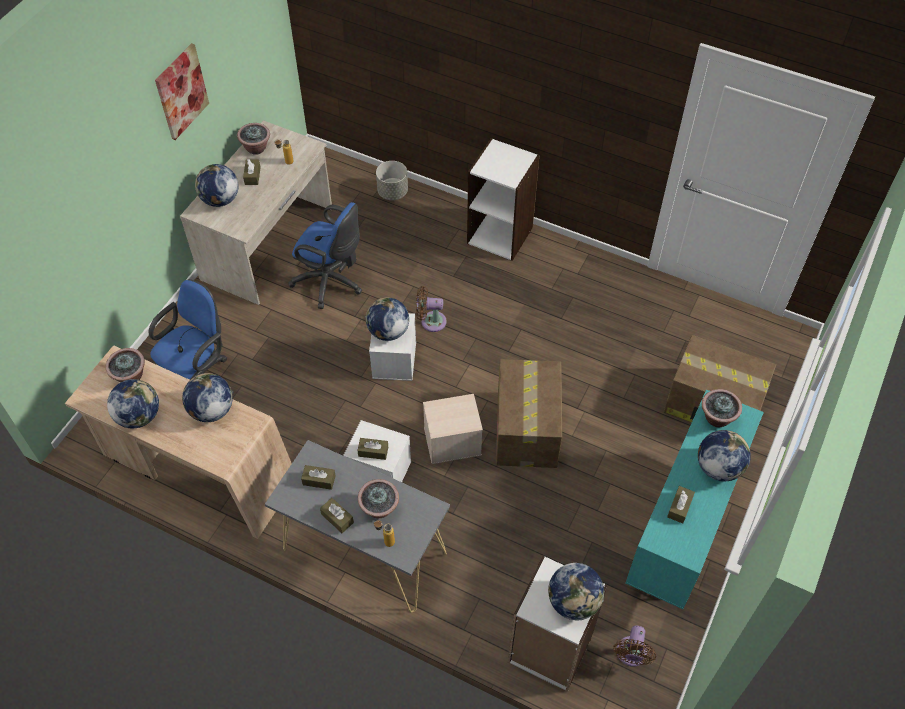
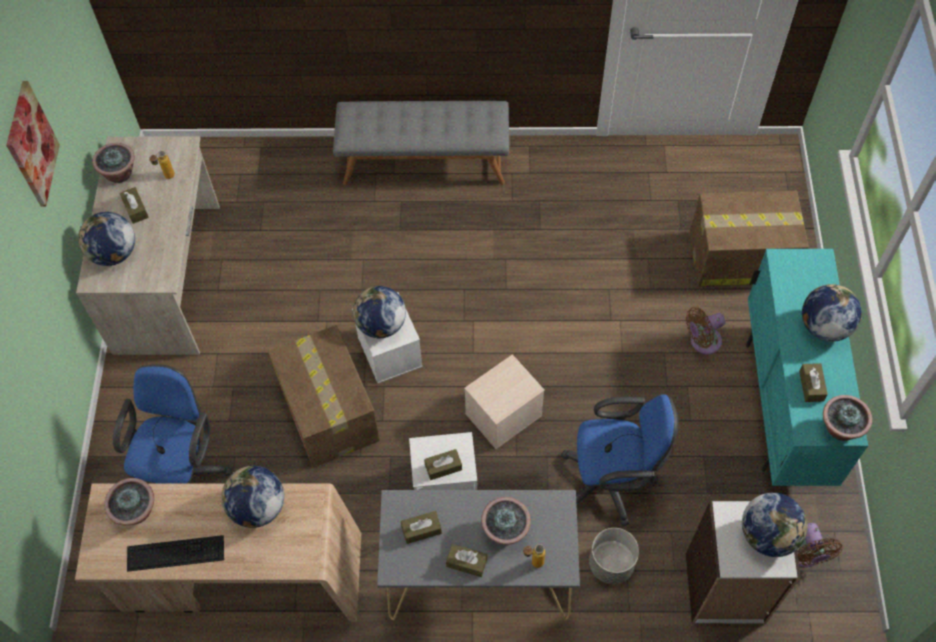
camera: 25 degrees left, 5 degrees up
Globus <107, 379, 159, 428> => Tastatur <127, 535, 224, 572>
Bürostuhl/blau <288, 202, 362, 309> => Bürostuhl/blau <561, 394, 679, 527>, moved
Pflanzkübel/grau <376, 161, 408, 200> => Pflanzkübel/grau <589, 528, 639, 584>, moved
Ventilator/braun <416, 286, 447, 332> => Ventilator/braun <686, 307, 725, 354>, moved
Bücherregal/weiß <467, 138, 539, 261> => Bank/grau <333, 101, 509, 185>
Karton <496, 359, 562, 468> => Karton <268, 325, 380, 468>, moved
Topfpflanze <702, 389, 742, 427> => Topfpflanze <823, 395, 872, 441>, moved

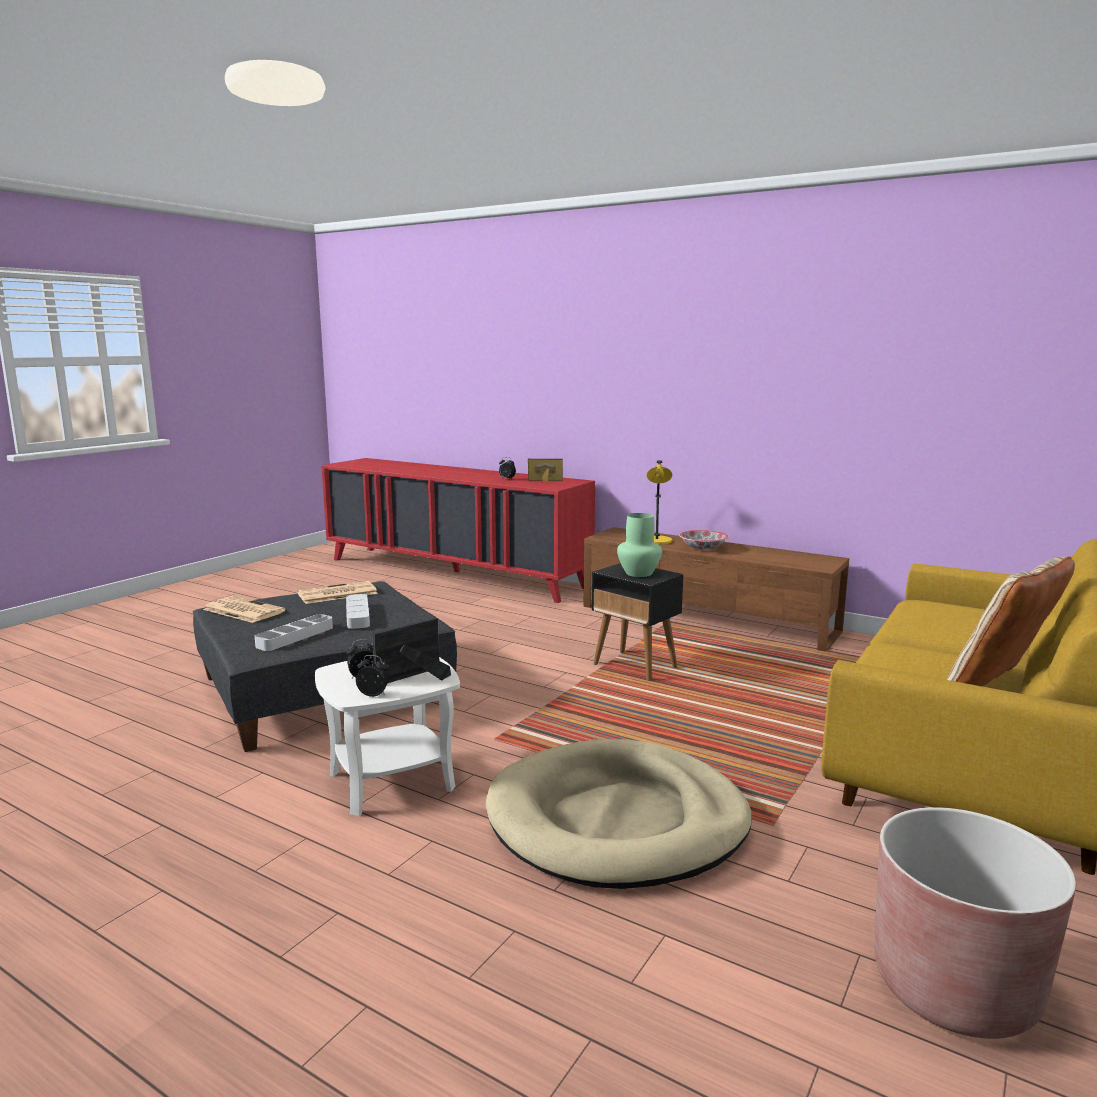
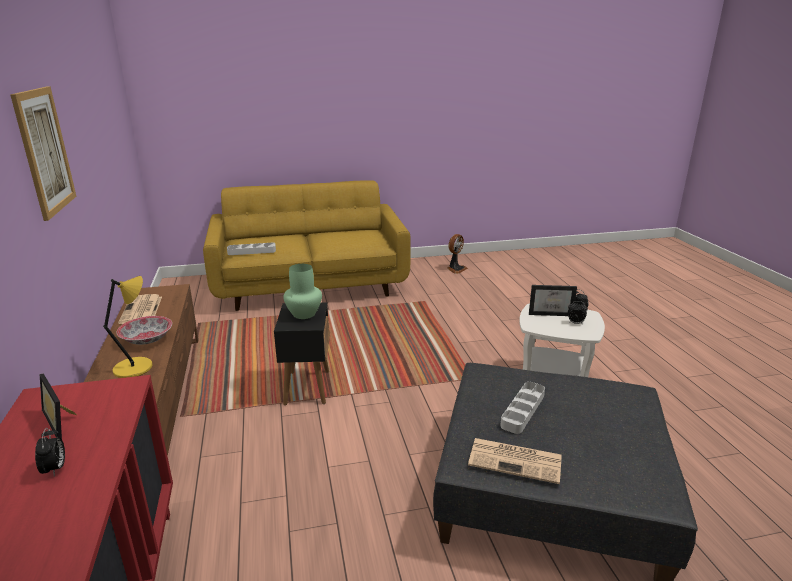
camera: 135 degrees left, 10 degrees up
Zeitung <203, 596, 286, 623> => Zeitung <118, 294, 162, 324>, moved
Tablett/grau <255, 614, 333, 651> => Tablett/grau <227, 243, 276, 255>, moved
Hundebett/beige <485, 739, 752, 889> => nothing
Pflanzkübel/braun <874, 807, 1076, 1039> => Ventilator <447, 234, 468, 274>
Kissen/beige <946, 557, 1075, 686> => nothing
nothing => Bild <10, 87, 76, 221>

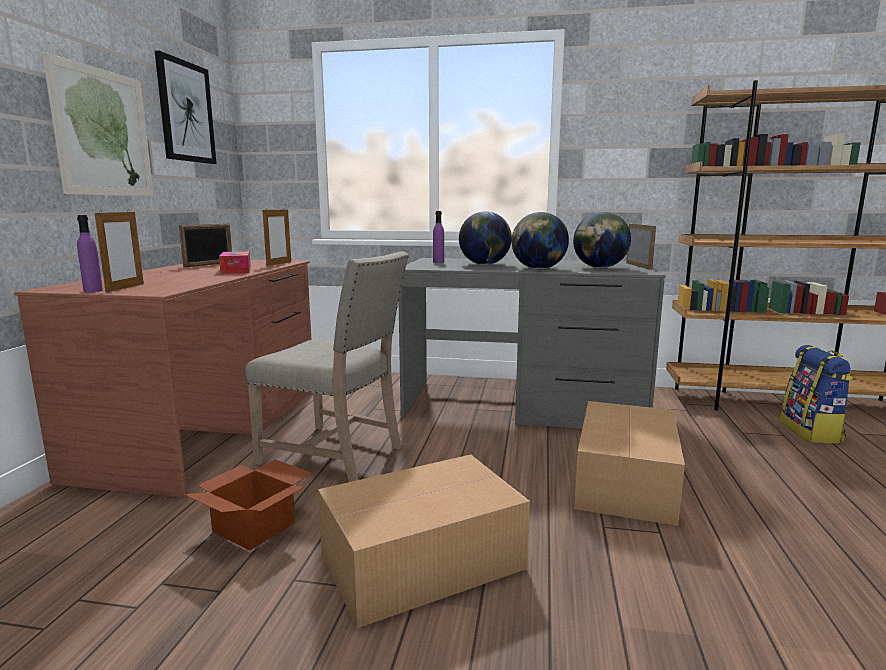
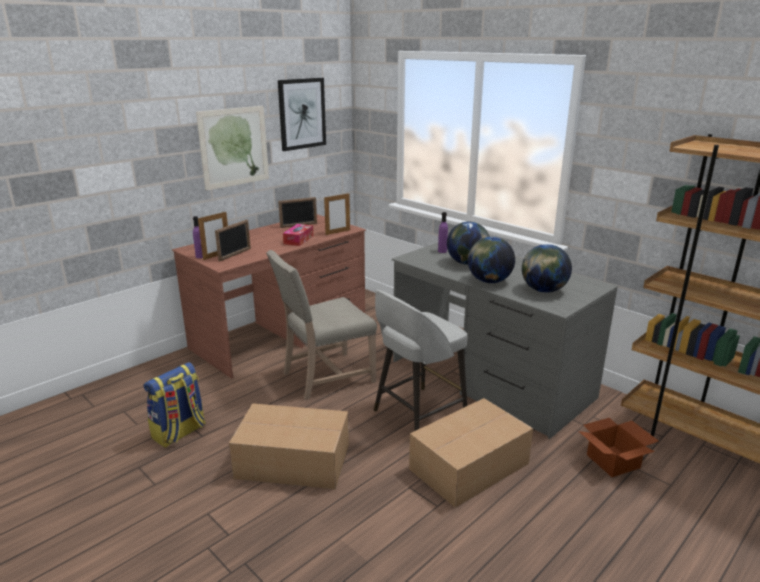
camera: 35 degrees right, 10 degrees up
Karton <183, 460, 312, 550> => Karton <578, 418, 659, 477>, moved
Stuhl/beige <245, 251, 409, 482> => Stuhl/beige <266, 250, 377, 400>, 90 degrees clockwise
Bilderrahmen <626, 224, 656, 270> => Bilderrahmen <215, 219, 251, 262>, moved
Rucksack <780, 345, 853, 443> => Rucksack <144, 362, 206, 448>, moved
nothing => Hocker/grau <374, 290, 467, 431>

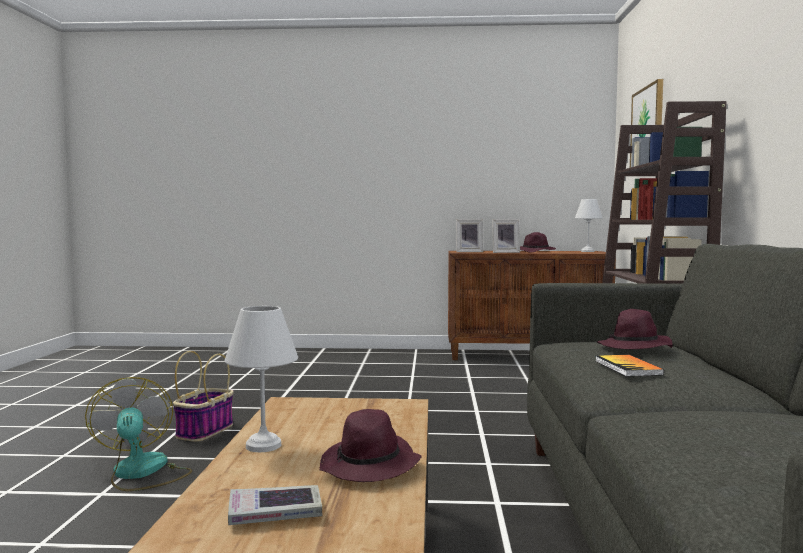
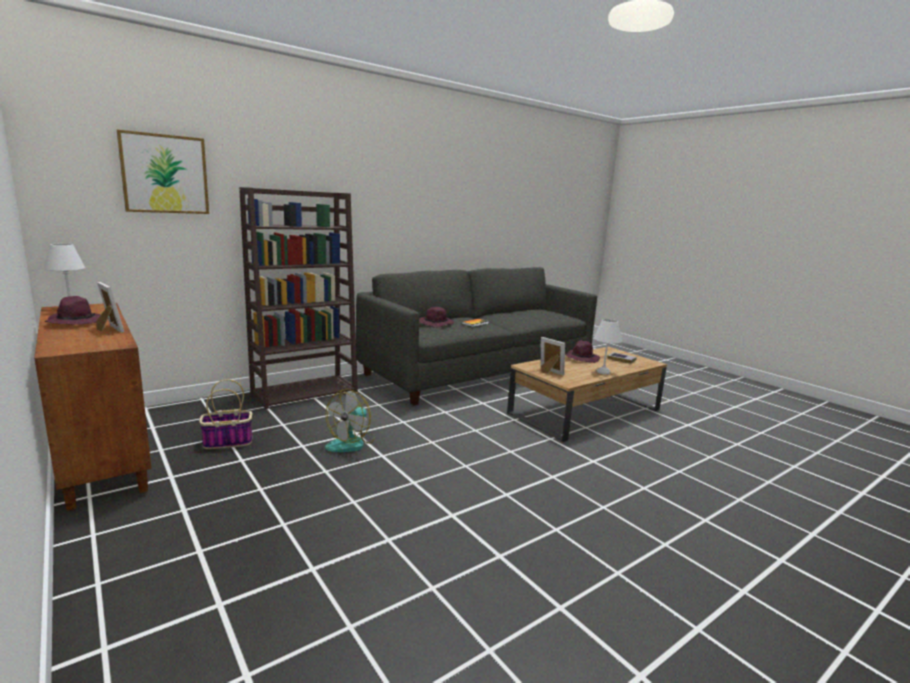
camera: 130 degrees left, 10 degrees up
Ventilator <85, 377, 192, 491> => Ventilator <325, 389, 375, 452>, moved
Korb <173, 351, 234, 442> => Korb <199, 379, 253, 449>, moved
Bilderrahmen <456, 219, 483, 252> => Bilderrahmen <540, 337, 565, 375>, moved

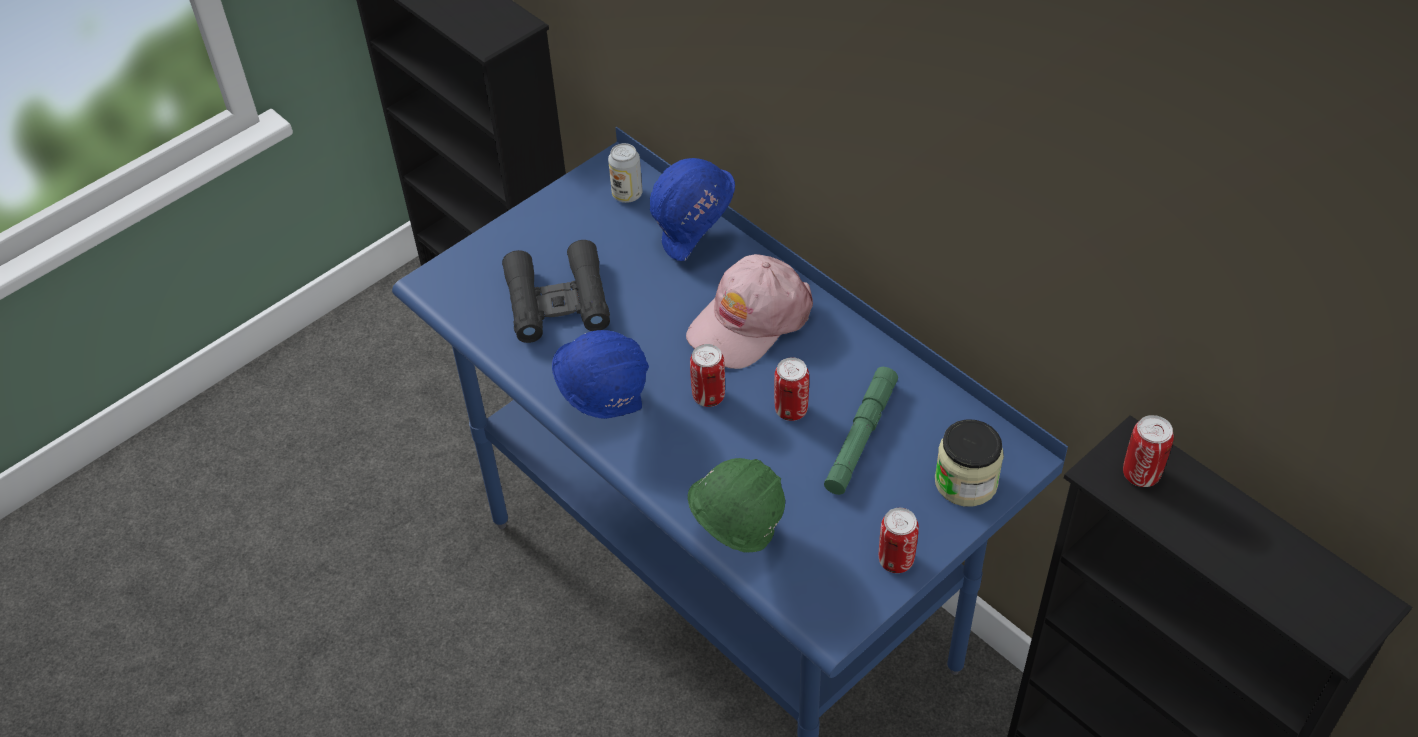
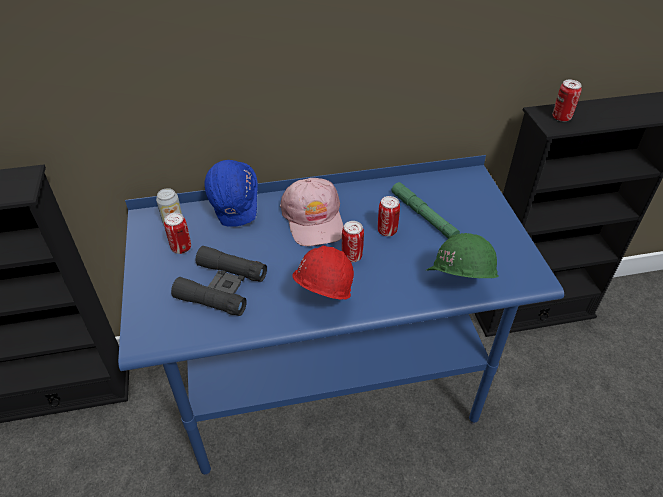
camera: 60 degrees left, 5 degrees down
Schutzhelm/blau <552, 330, 649, 419> => Schutzhelm/rot <292, 246, 354, 300>
Dose <879, 508, 919, 573> => Dose <164, 213, 191, 254>, moved
Vorratsglas <935, 419, 1004, 507> => nothing

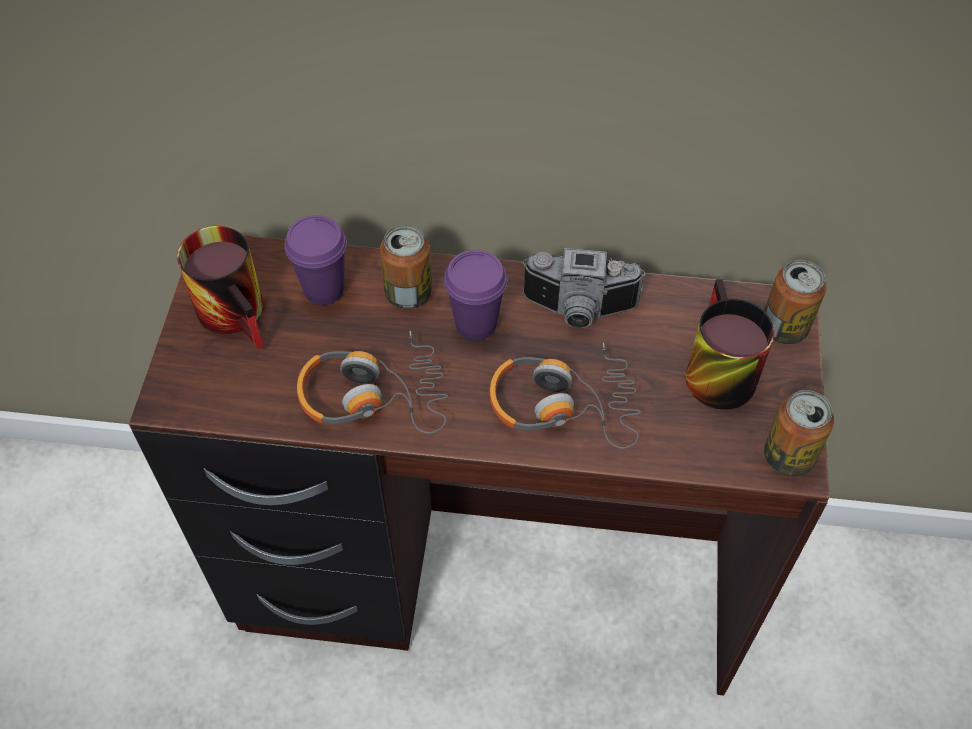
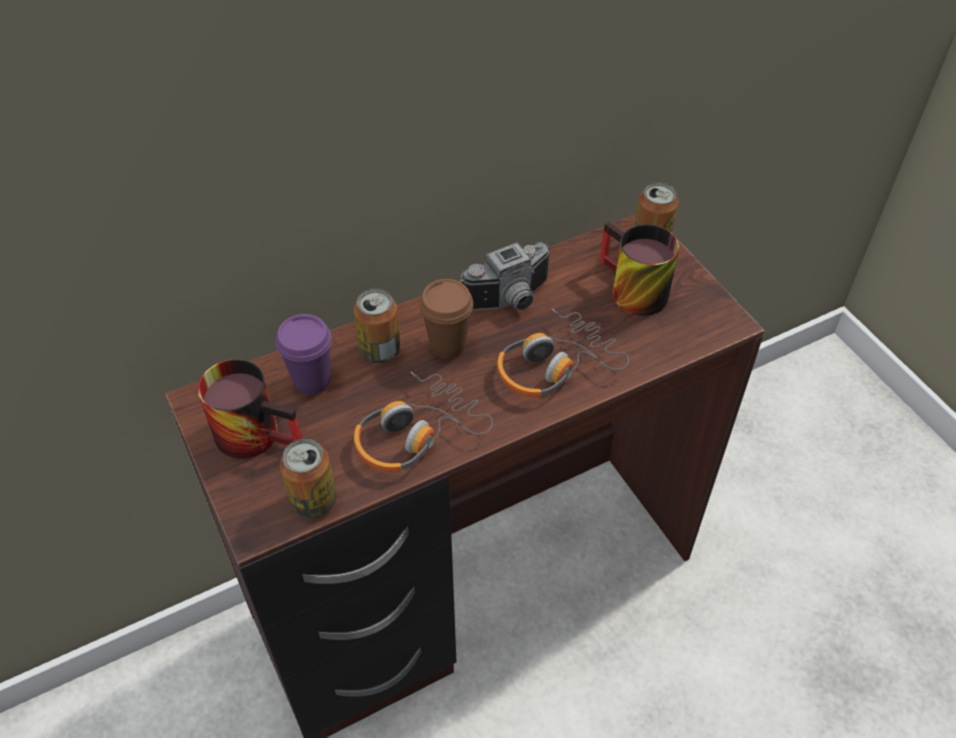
camera: 35 degrees left, 5 degrees down
Tasse/lila <444, 250, 507, 340> => Tasse/braun <419, 279, 473, 359>
Dose <764, 390, 834, 477> => Dose <280, 439, 337, 518>, moved

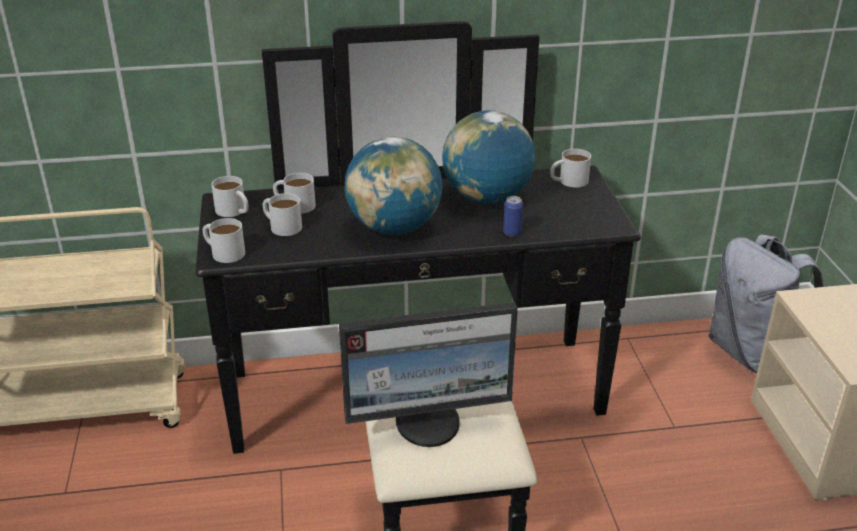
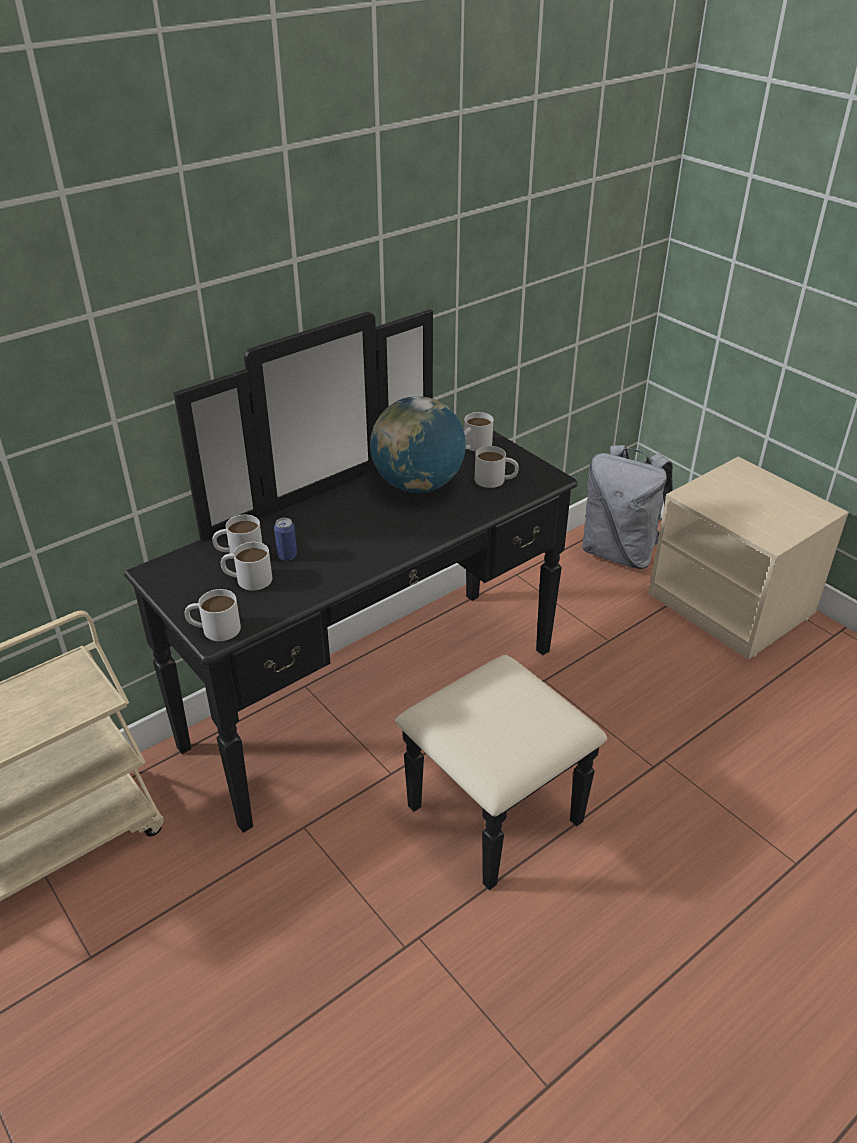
camera: 30 degrees left, 5 degrees up
Henkelbecher/weiß <211, 176, 249, 217> => Henkelbecher/weiß <475, 446, 519, 488>, moved
Monitor <339, 302, 518, 447> => nothing
Globus <345, 136, 442, 235> => nothing
Dose <503, 196, 523, 237> => Dose <274, 518, 297, 561>, moved

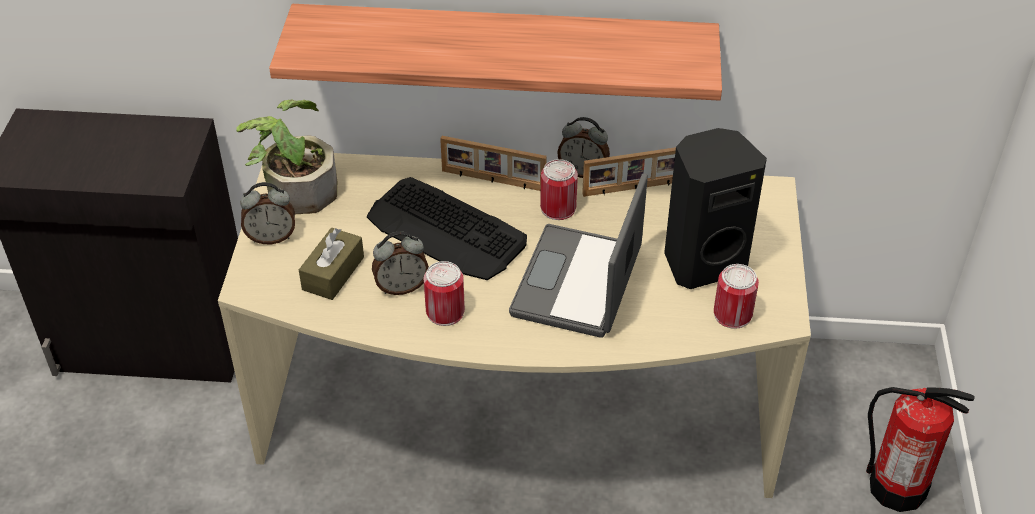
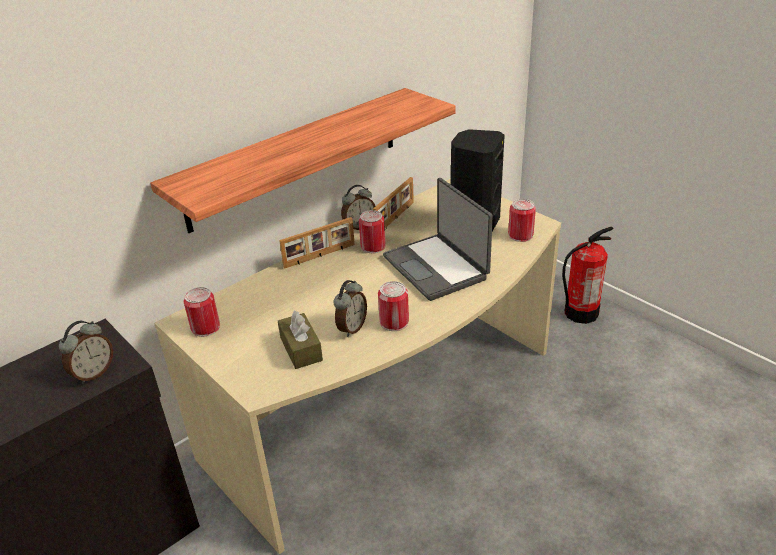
camera: 45 degrees left, 10 degrees down
Topfpflanze <236, 100, 337, 214> => Dose <184, 287, 220, 337>
Wecker <240, 182, 295, 244> => Wecker <59, 321, 113, 384>, moved
Tastatur <367, 177, 527, 280> => nothing

